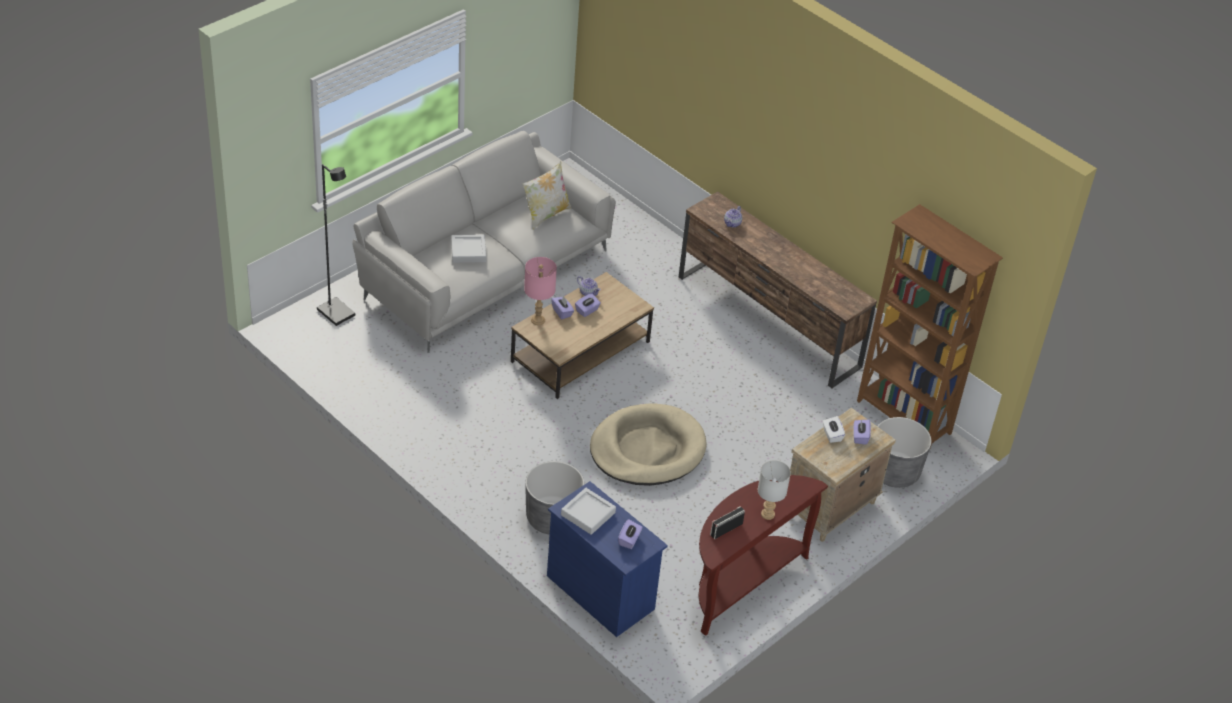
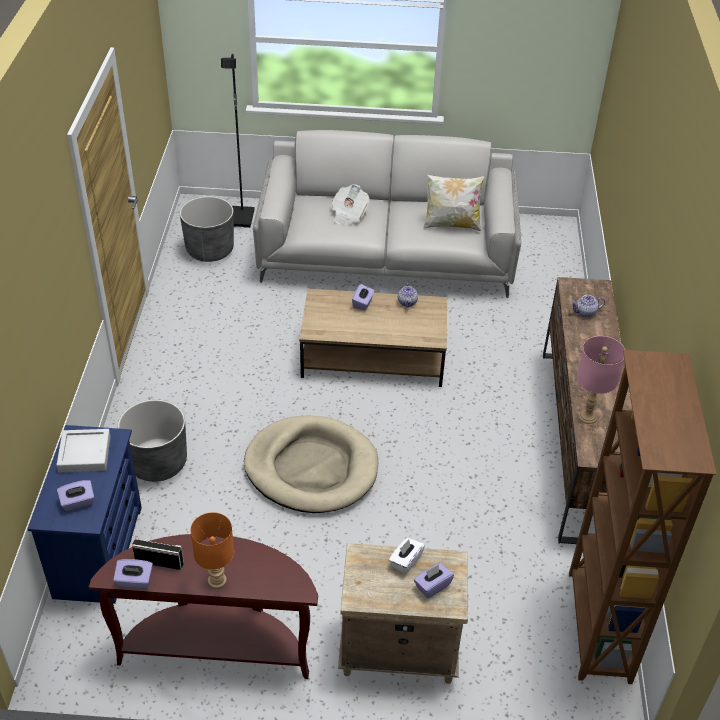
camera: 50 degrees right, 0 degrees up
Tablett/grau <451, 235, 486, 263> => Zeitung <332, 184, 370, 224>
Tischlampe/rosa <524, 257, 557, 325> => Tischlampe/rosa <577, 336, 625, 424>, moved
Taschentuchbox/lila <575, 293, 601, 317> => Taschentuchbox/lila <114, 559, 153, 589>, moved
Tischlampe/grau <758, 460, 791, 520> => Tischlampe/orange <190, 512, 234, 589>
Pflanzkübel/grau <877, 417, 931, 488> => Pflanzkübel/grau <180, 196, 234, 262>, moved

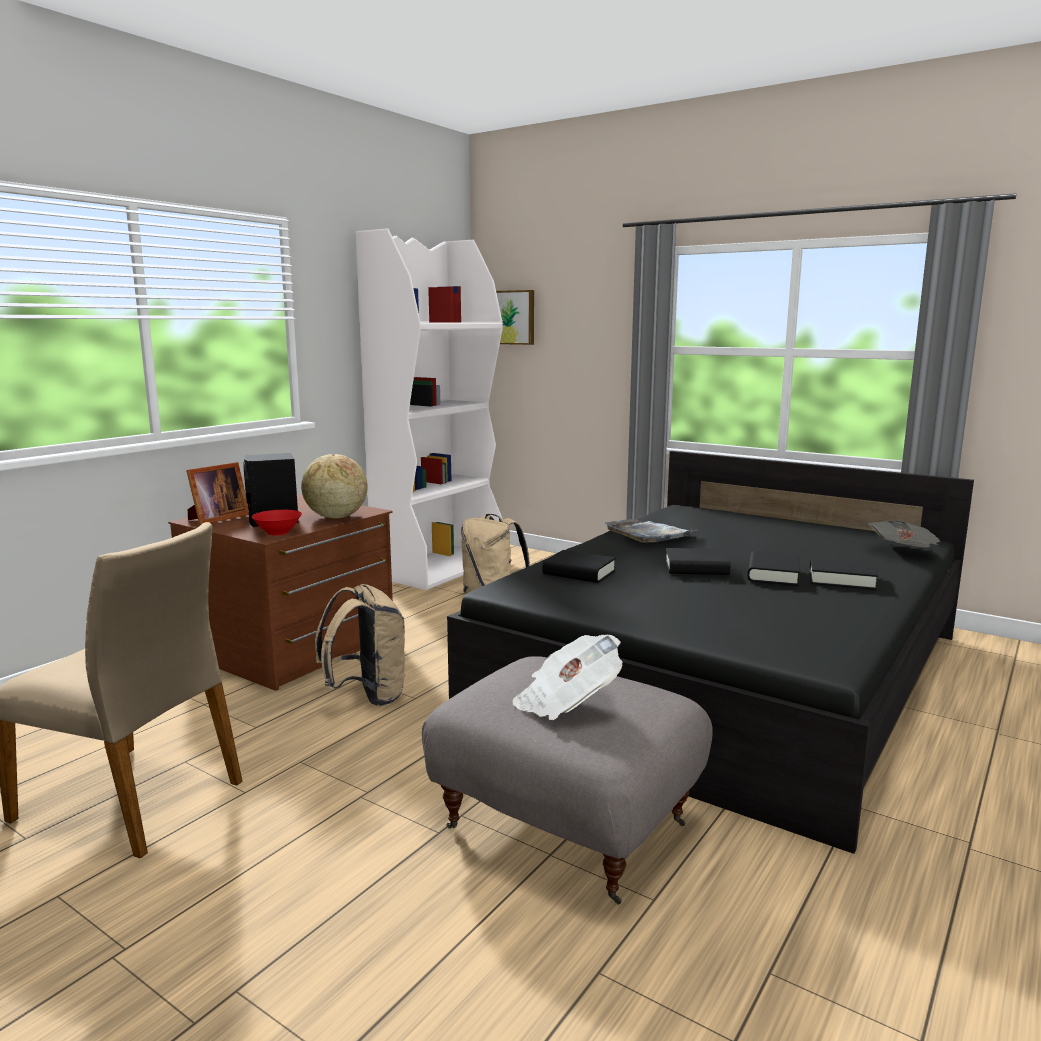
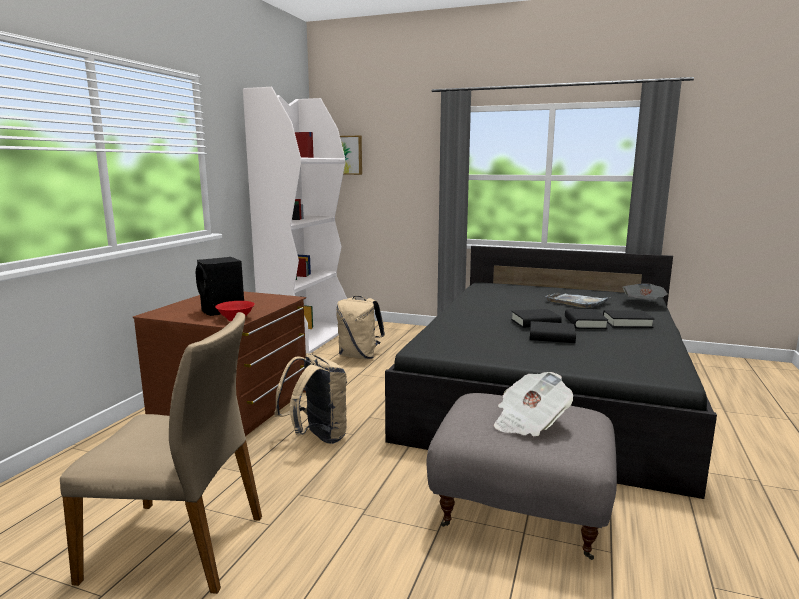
camera: 15 degrees left, 0 degrees up
Bilderrahmen <186, 462, 249, 525> => nothing
Globus <301, 454, 368, 519> => nothing
Buch/schwarz <543, 550, 616, 583> => Buch/schwarz <530, 321, 576, 343>, moved
Tablett/grau <605, 519, 696, 543> => Tablett/grau <546, 293, 610, 308>, moved

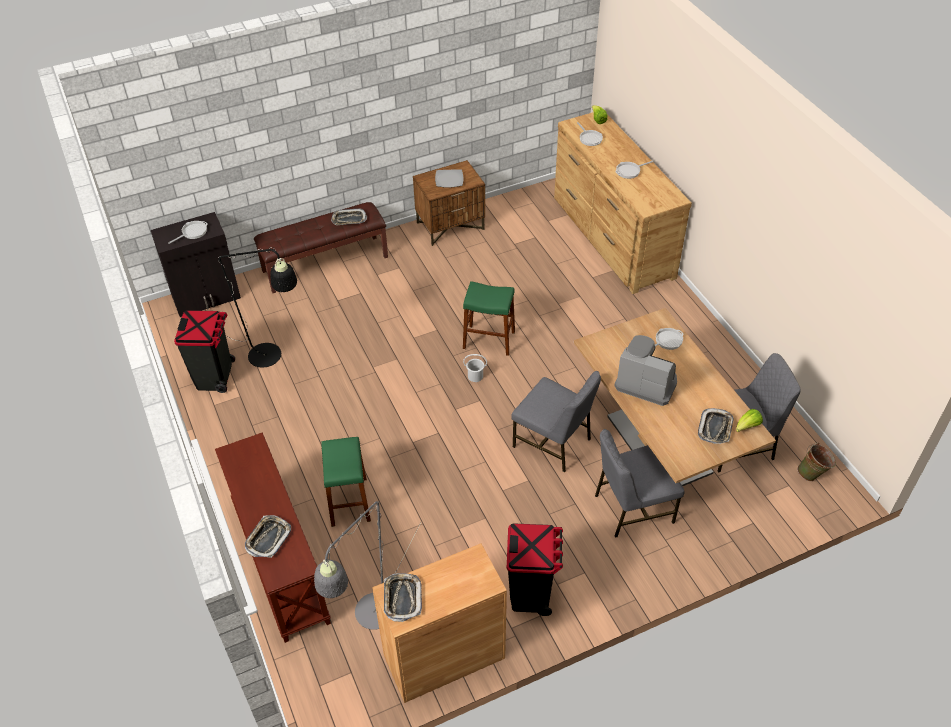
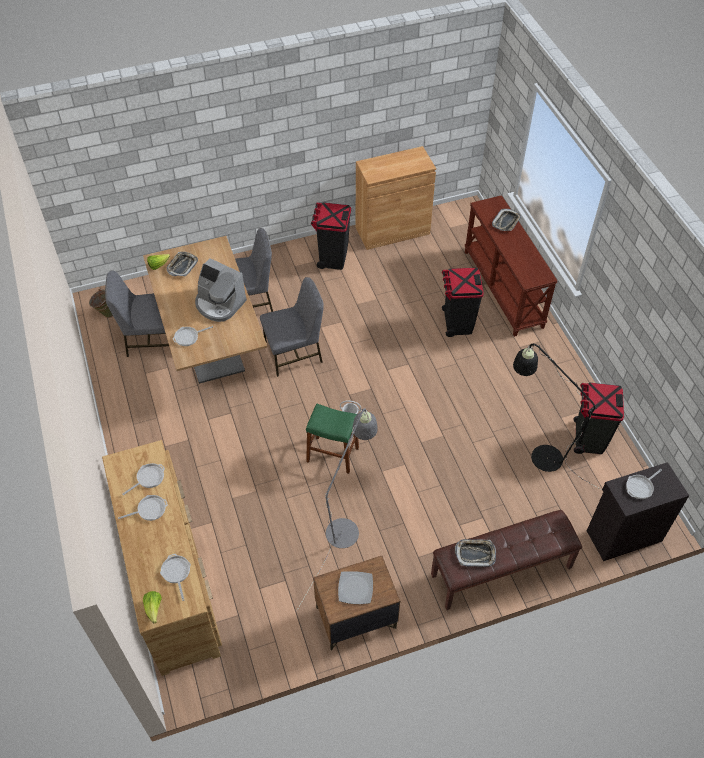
camera: 175 degrees left, 5 degrees up
Stehlampe/grau <314, 501, 421, 630> => Stehlampe/grau <297, 408, 378, 610>, moved
Hocker/grün <321, 437, 371, 527> => Mülleimer/schwarz <442, 268, 484, 337>
Tablett <384, 573, 422, 622> => nothing
Stuhl/grau <511, 371, 601, 473> => Stuhl/grau <260, 277, 324, 377>, 120 degrees clockwise
nothing => Pfanne <122, 463, 165, 495>

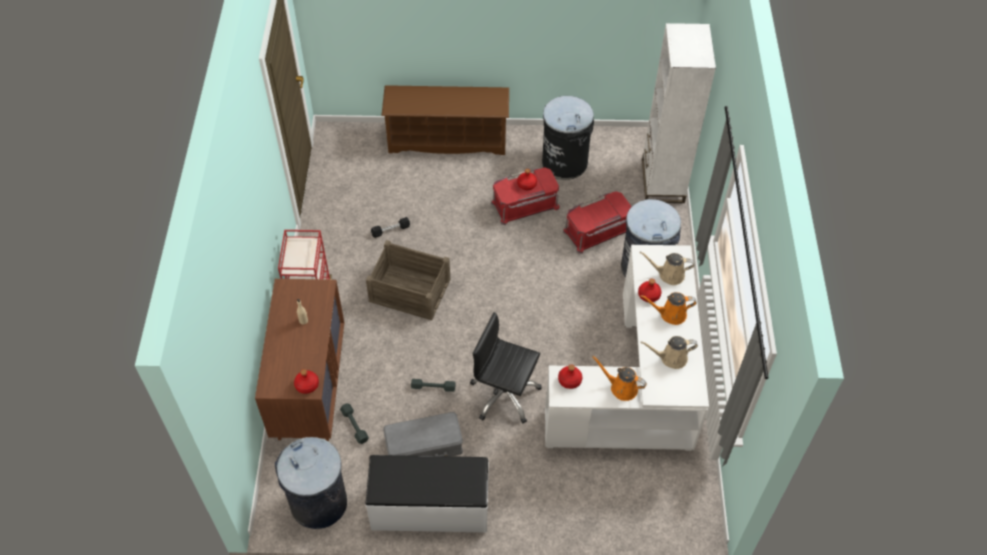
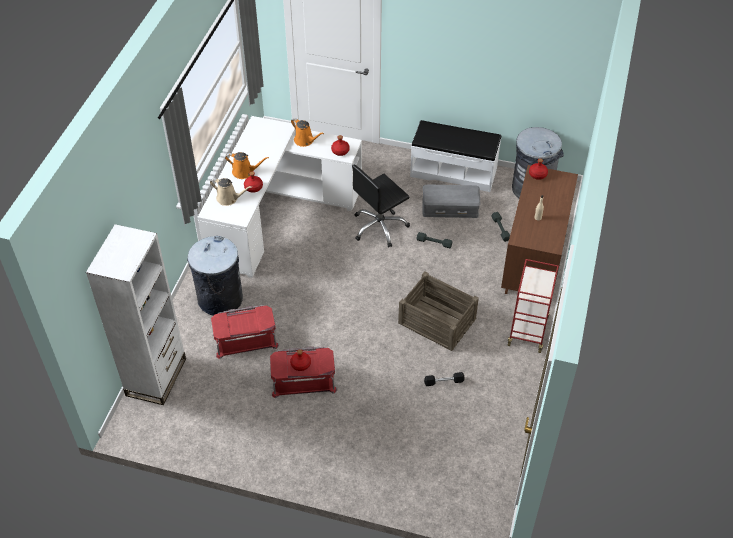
camera: 165 degrees left, 5 degrees down
Schuhregal/braun <381, 85, 509, 155> => nothing
Bürostuhl/schwarz <470, 312, 542, 423> => Bürostuhl/schwarz <352, 165, 410, 247>, 105 degrees clockwise
Mülleimer/schwarz <542, 96, 594, 180> => nothing
Gießkanne/beige <640, 336, 698, 369> => nothing

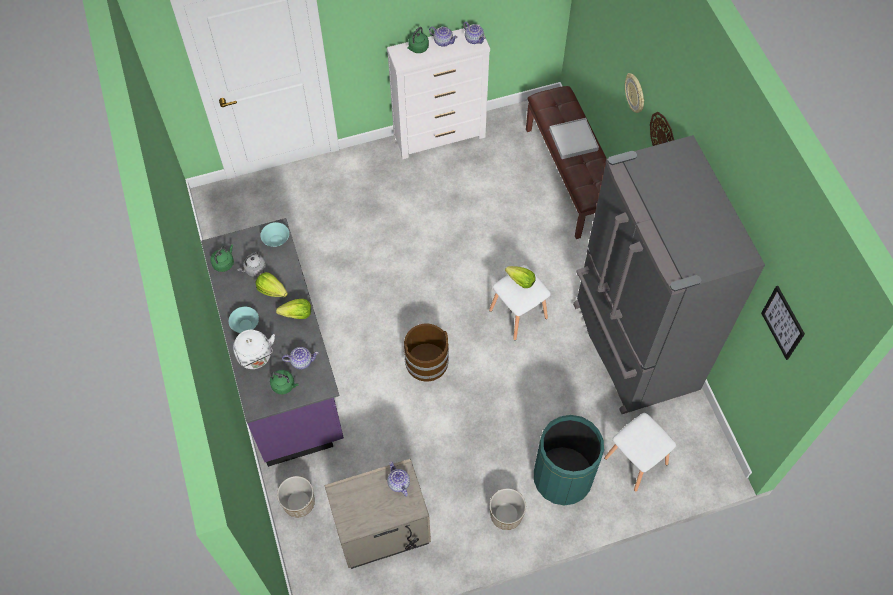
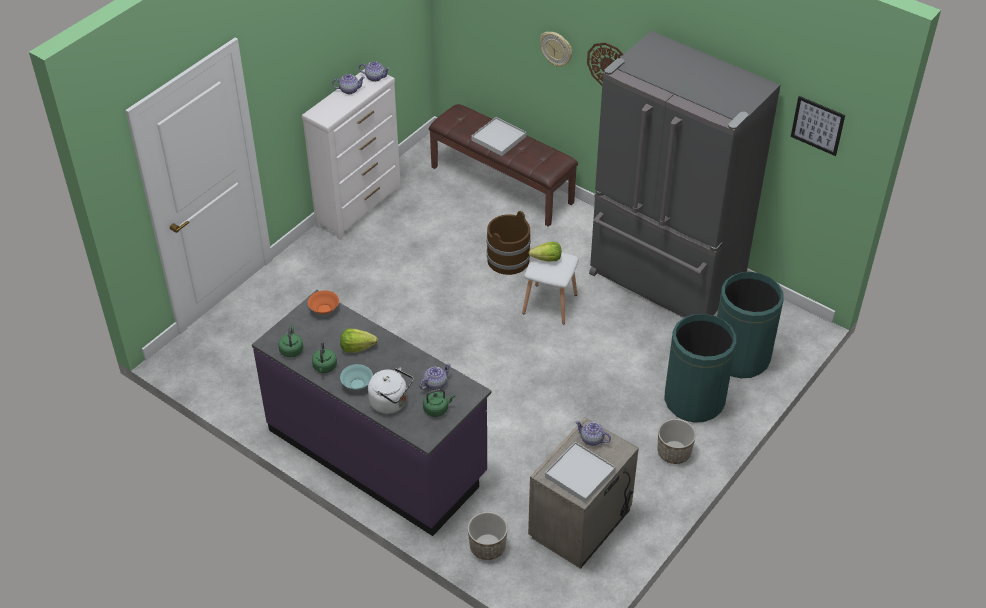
camera: 35 degrees left, 15 degrees down
Wasserkessel/grau <237, 252, 266, 277> => nothing
Schüssel/türkis <260, 222, 289, 247> => Schüssel/orange <308, 290, 339, 314>
Salatkopf <276, 299, 311, 319> => nothing
Eimer/braun <404, 324, 449, 381> => Eimer/braun <486, 211, 531, 275>, moved
Wasserkessel/grün <407, 27, 429, 53> => Wasserkessel/grün <312, 342, 337, 373>, moved
Hocker/weiß <604, 413, 676, 492> => Mülleimer/grün <717, 272, 784, 378>
nothing => Tablett/weiß <545, 442, 616, 503>

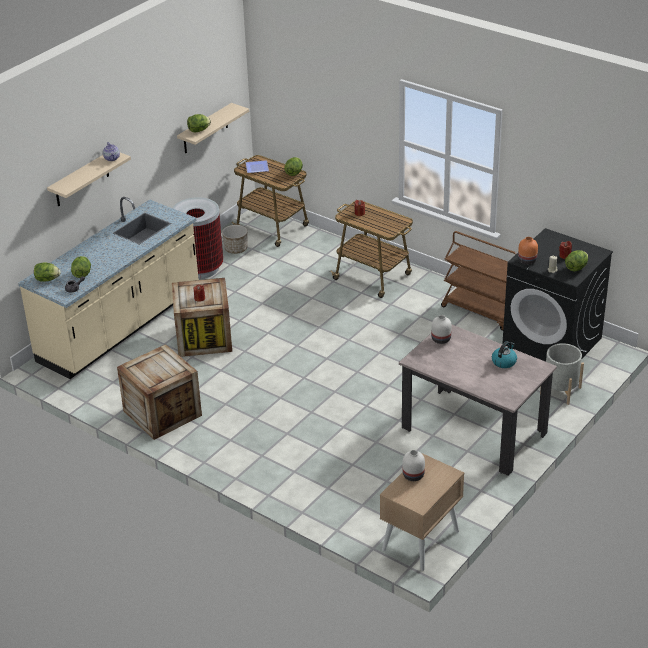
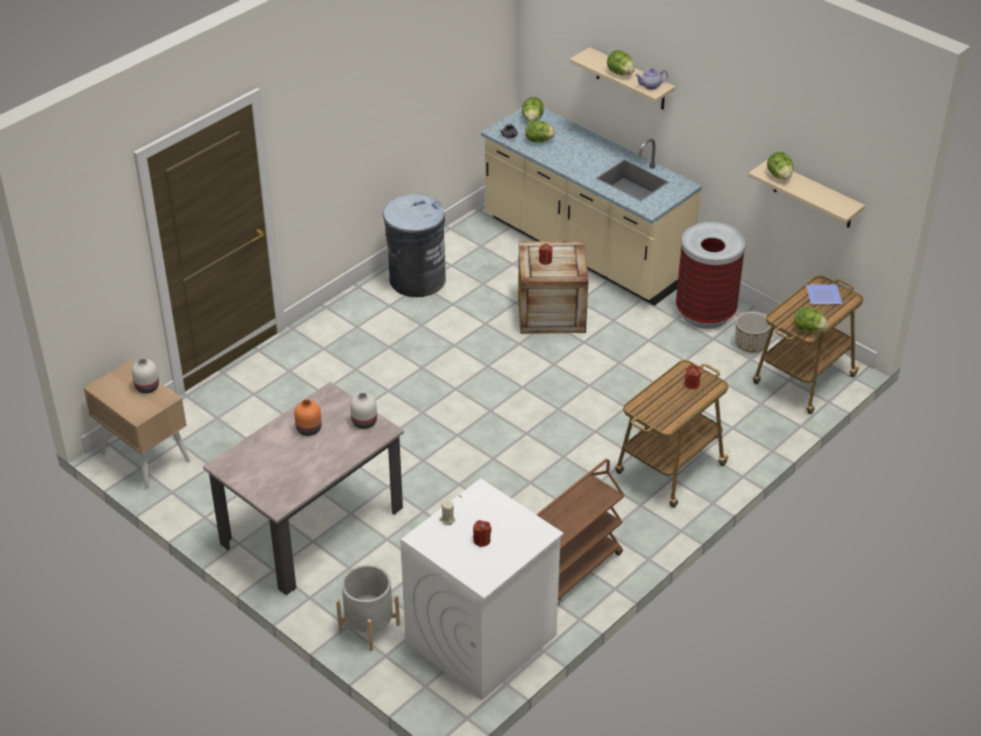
camera: 95 degrees right, 5 degrees up
Kiste <117, 344, 202, 440> => Mülleimer/grau <383, 194, 446, 297>
Wasserkessel <492, 341, 517, 368> => nothing
Waschmaschine/schwarz <502, 228, 613, 362> => Waschmaschine/weiß <400, 478, 564, 700>
Vase/orange <518, 237, 538, 265> => Vase/orange <294, 399, 322, 436>, moved
Salatkopf <565, 250, 588, 271> => Salatkopf <607, 50, 635, 76>, moved

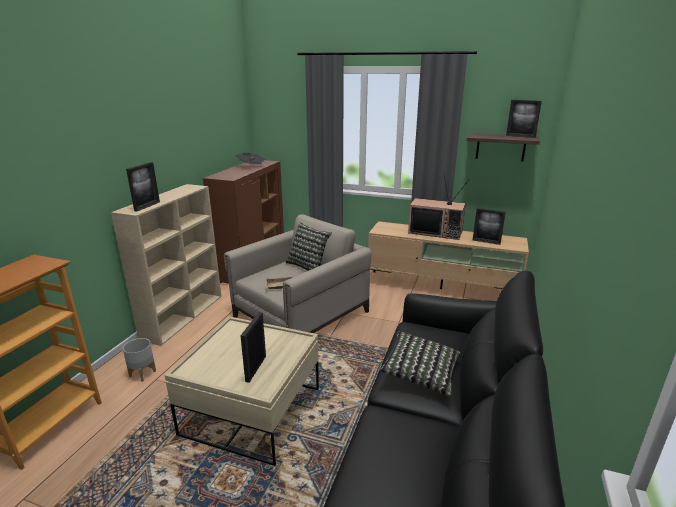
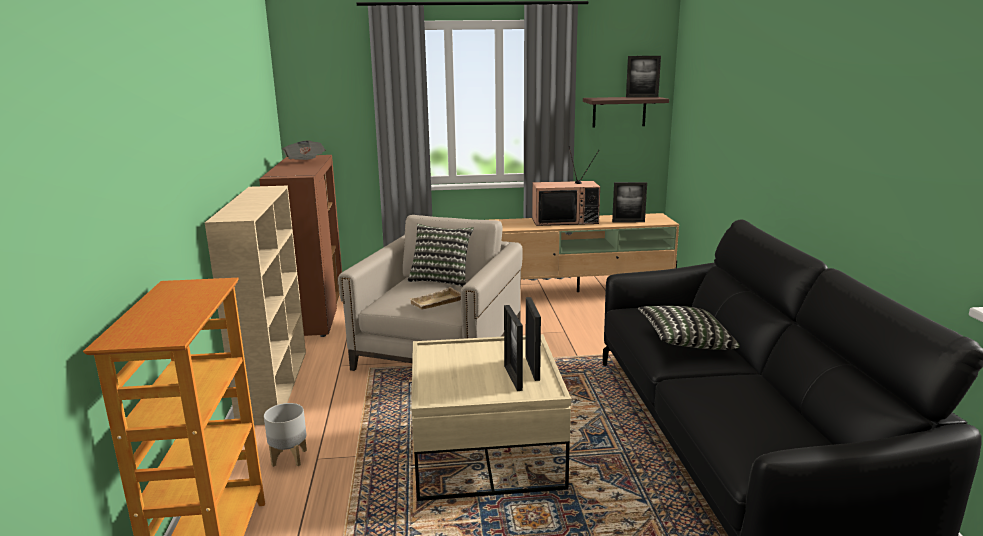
camera: 25 degrees left, 5 degrees down
Bilderrahmen <126, 162, 160, 212> => Bilderrahmen <525, 297, 541, 381>, moved

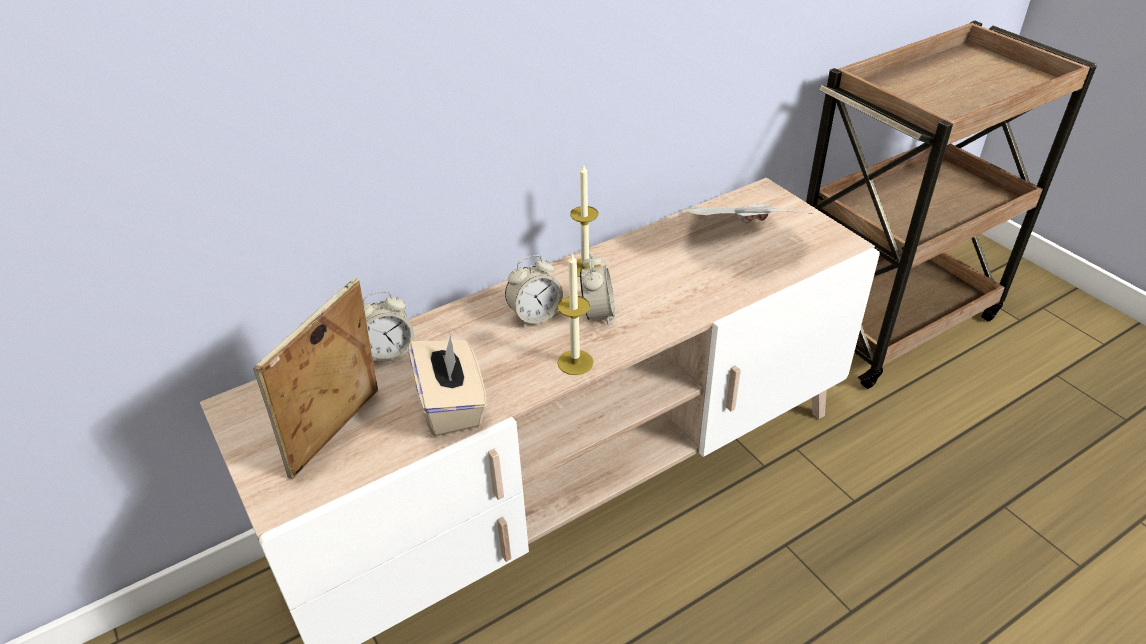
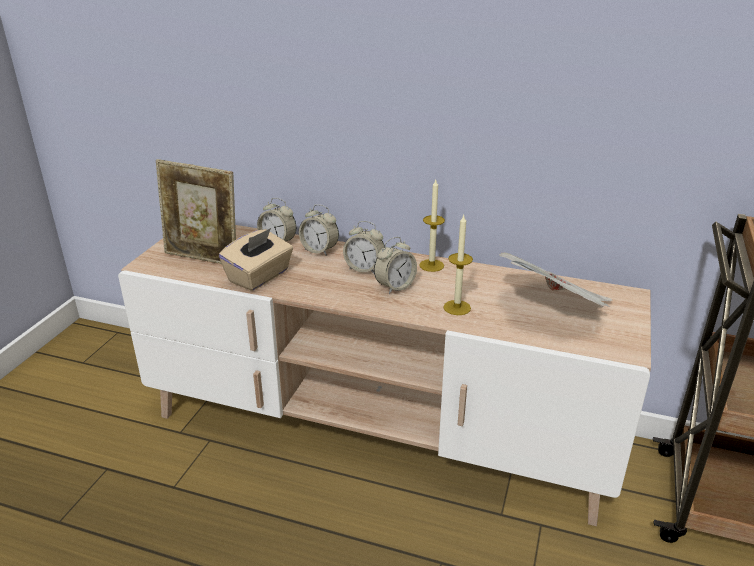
camera: 50 degrees right, 10 degrees down
Bilderrahmen <253, 278, 378, 479> => Bilderrahmen <156, 159, 236, 264>, 150 degrees counterclockwise
Kerze <557, 252, 594, 375> => Kerze <443, 215, 473, 315>, moved
nothing => Wecker <299, 204, 339, 256>

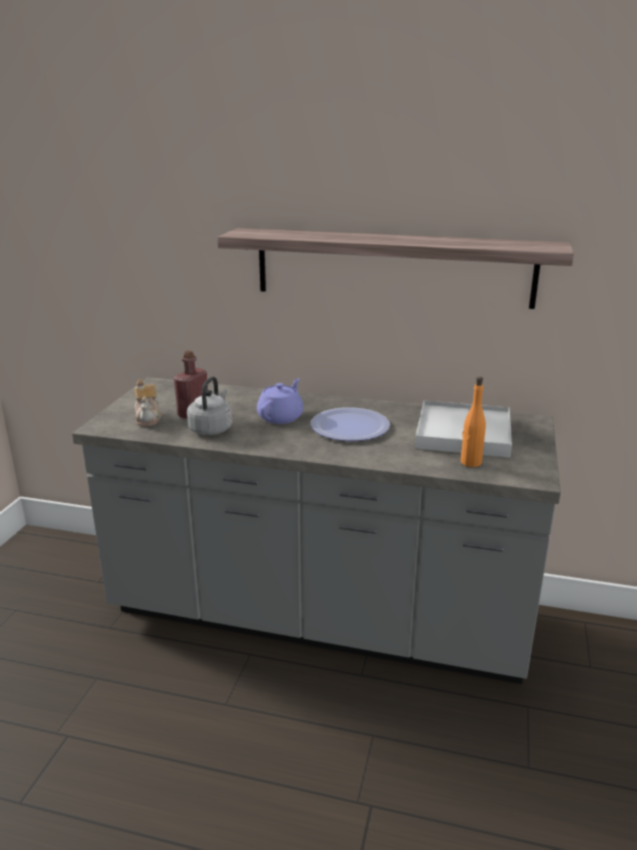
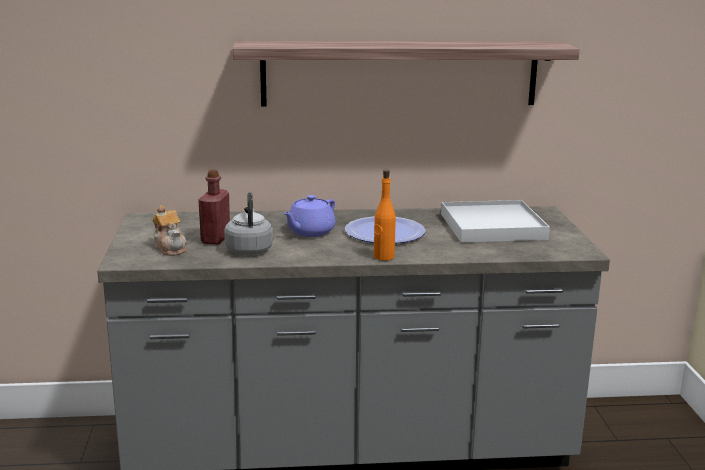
camera: 20 degrees left, 5 degrees down
Teekanne/lila <257, 378, 304, 424> => Teekanne/lila <283, 195, 336, 237>, 150 degrees counterclockwise
Flasche/orange <461, 377, 486, 467> => Flasche/orange <374, 170, 396, 261>, moved

